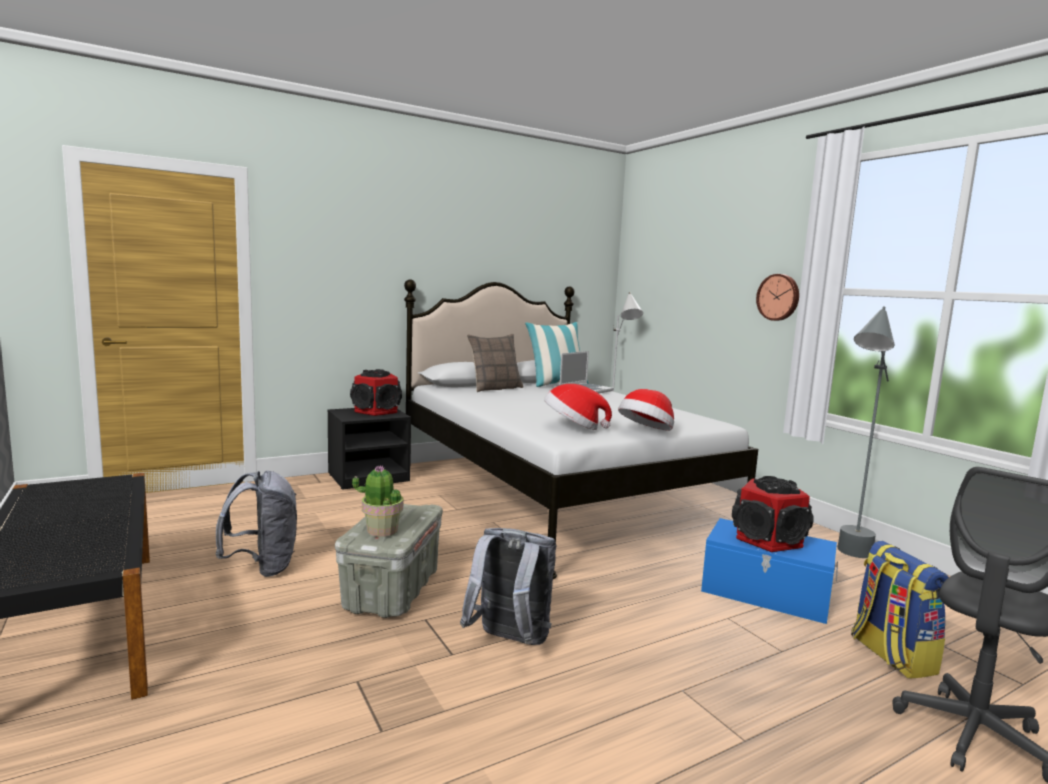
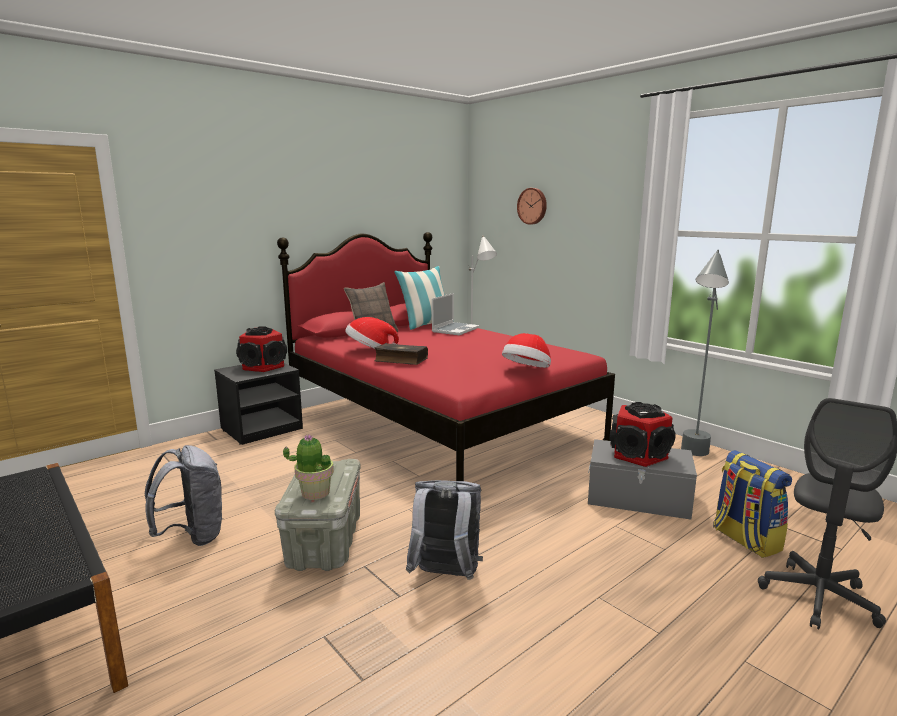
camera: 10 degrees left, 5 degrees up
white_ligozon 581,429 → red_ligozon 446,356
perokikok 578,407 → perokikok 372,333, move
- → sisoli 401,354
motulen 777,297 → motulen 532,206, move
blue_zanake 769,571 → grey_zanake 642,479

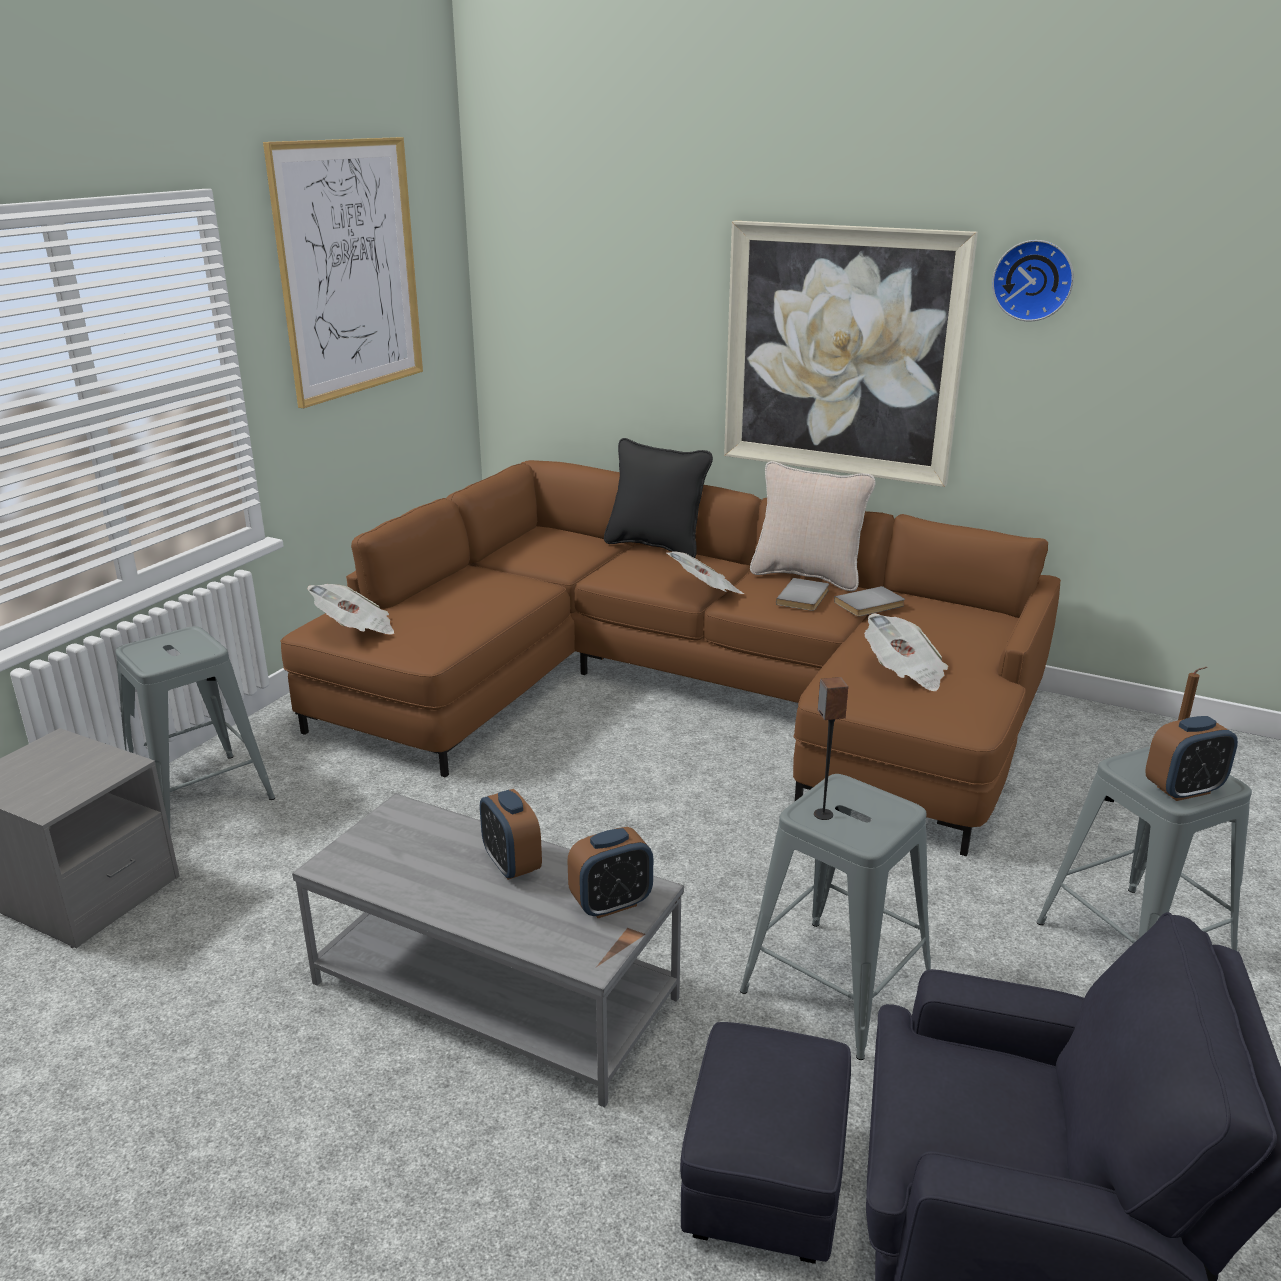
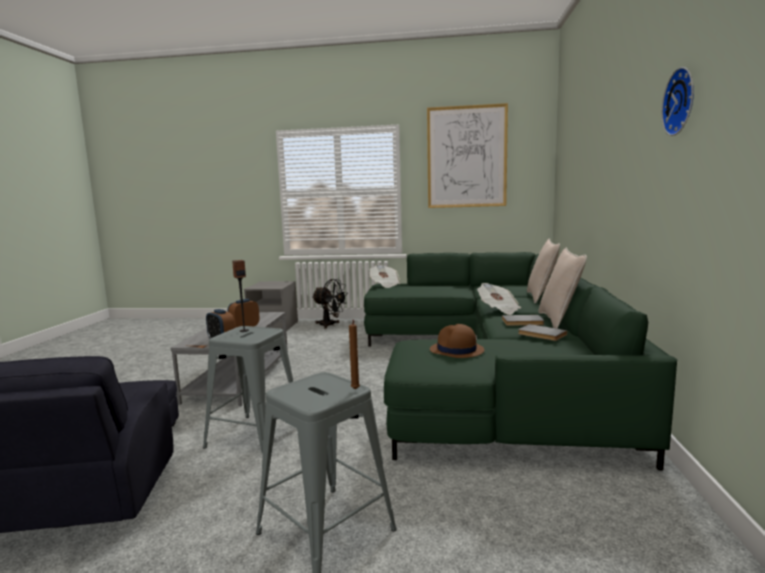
camera: 70 degrees right, 15 degrees down
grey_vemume 195,727 → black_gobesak 330,303
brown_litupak 670,658 → green_litupak 521,361
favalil 906,652 → brown_perokikok 457,341
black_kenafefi 658,498 → beige_kenafefi 543,271
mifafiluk 851,354 → -
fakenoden 1191,758 → -

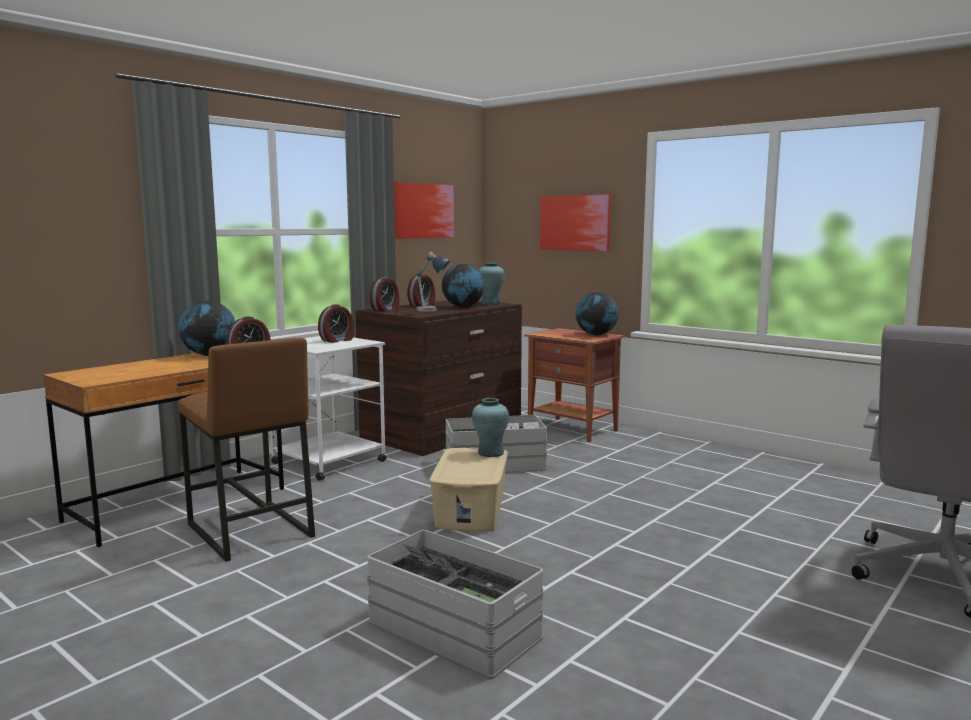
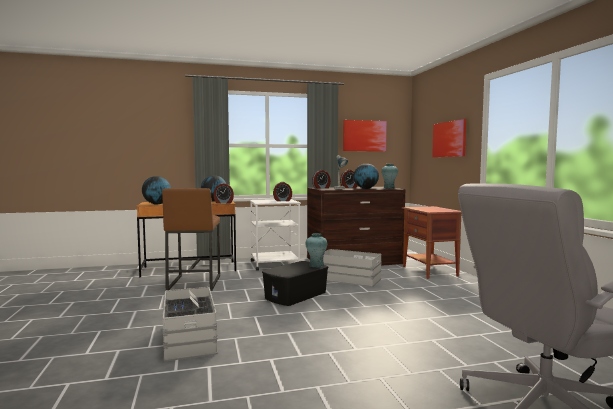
camera: 35 degrees right, 5 degrees down
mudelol 597,314 → mudelol 156,190, move
beige_zanake 468,489 → black_zanake 295,283

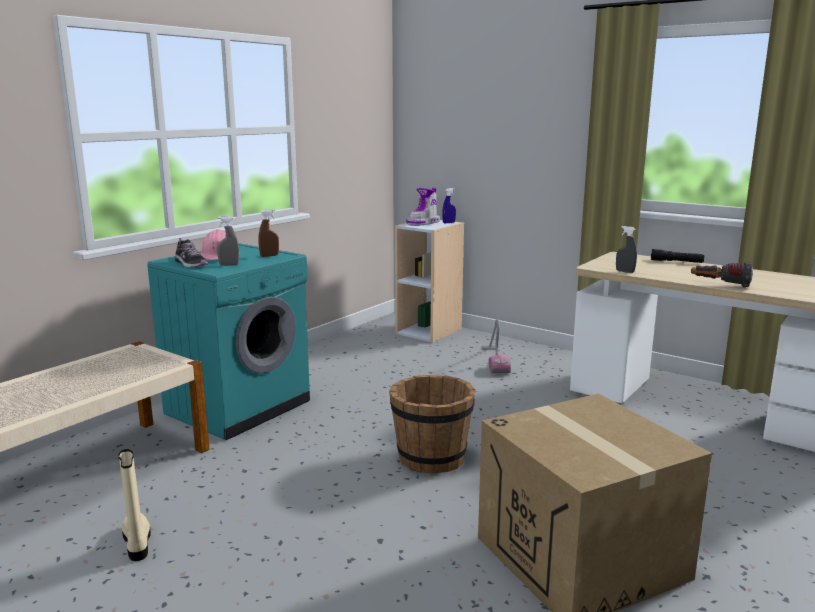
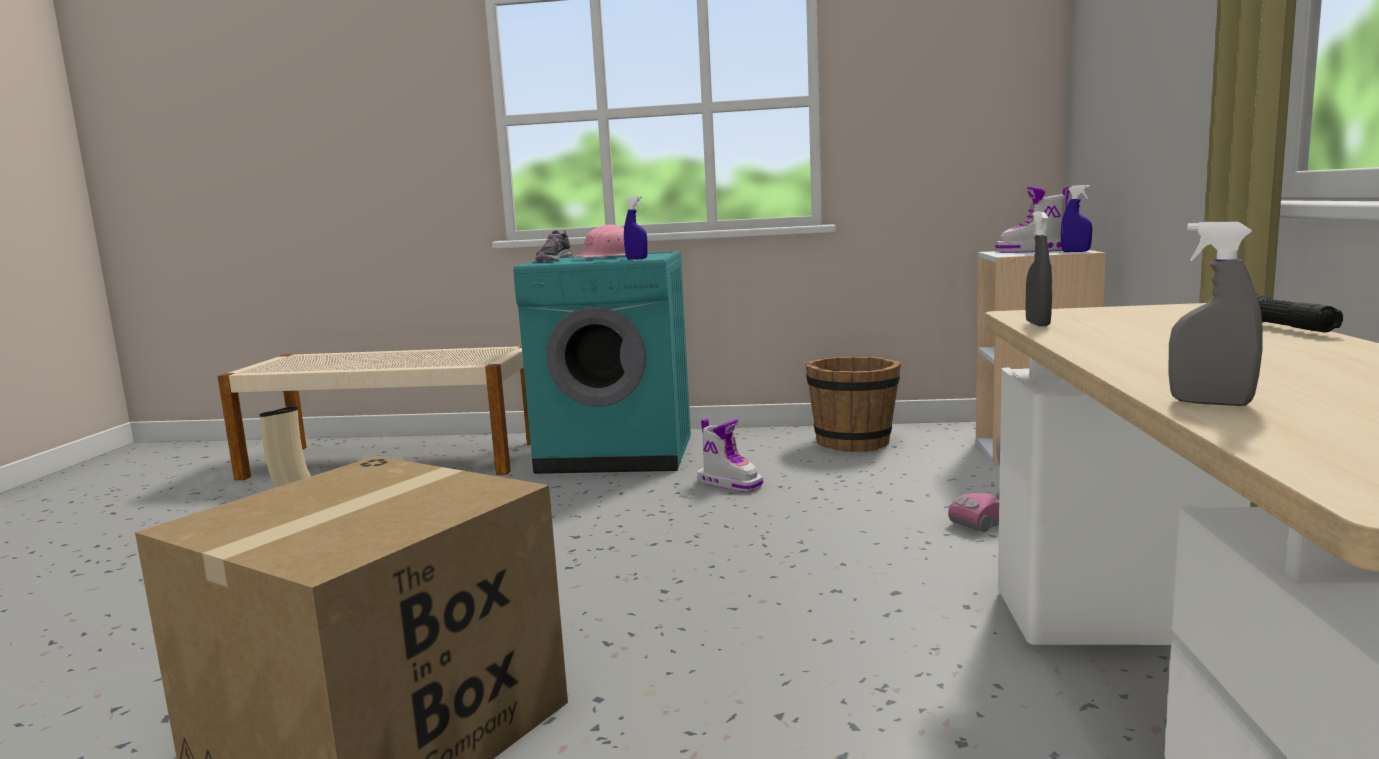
camera: 60 degrees right, 5 degrees down
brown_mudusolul 268,233 → blue_mudusolul 636,227
- → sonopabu 730,455
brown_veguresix 432,424 → brown_veguresix 853,404, move
grey_mudusolul 228,241 → grey_mudusolul 1215,314, move
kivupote 722,275 → -

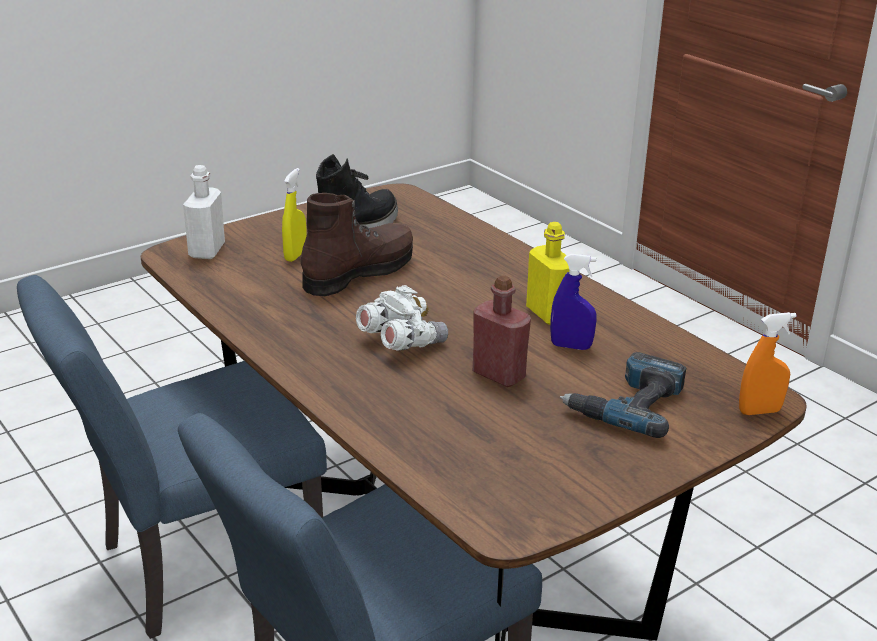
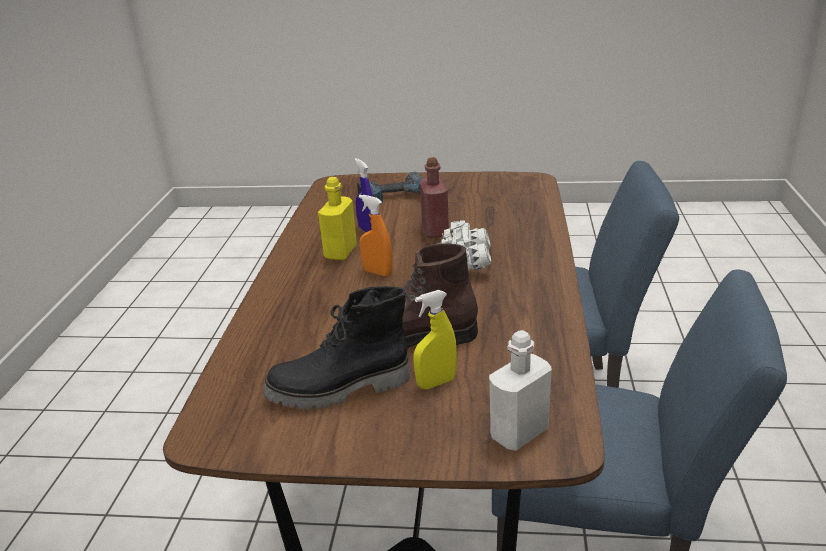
camera: 135 degrees left, 0 degrees up
orange_mudusolul 768,363 → orange_mudusolul 376,235, move

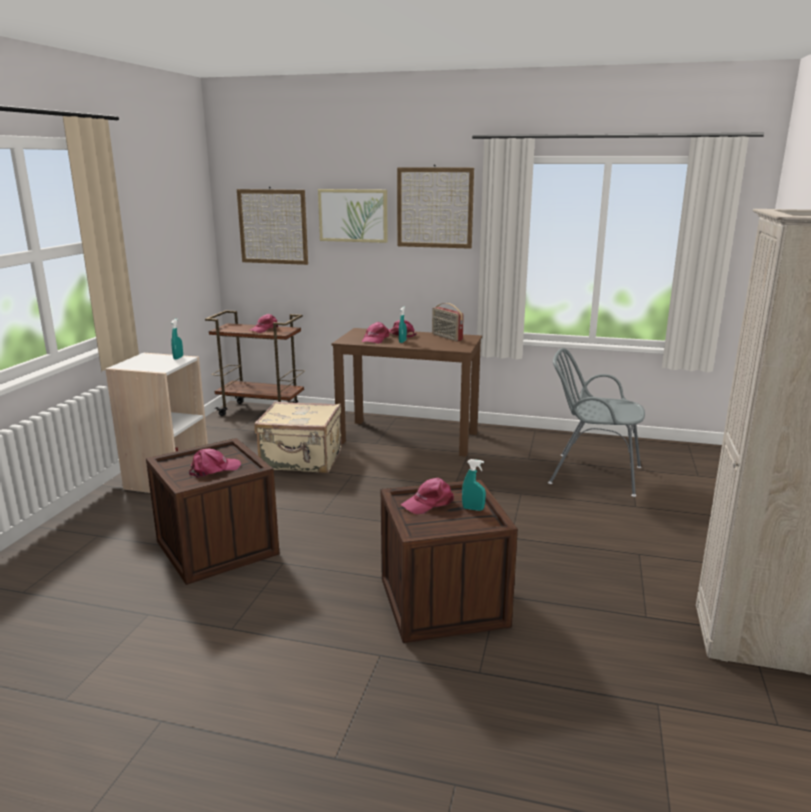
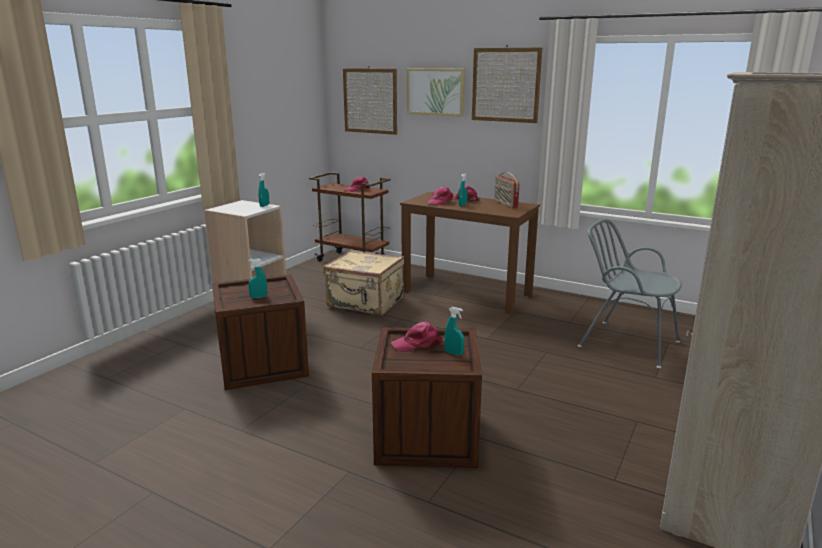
camera: 15 degrees right, 0 degrees up
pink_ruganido 215,463 → turquoise_mudusolul 258,278

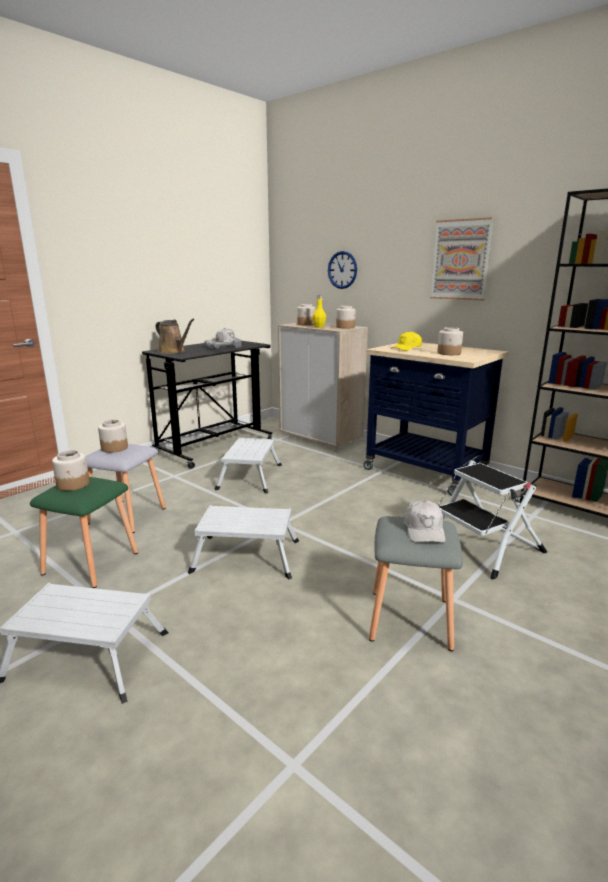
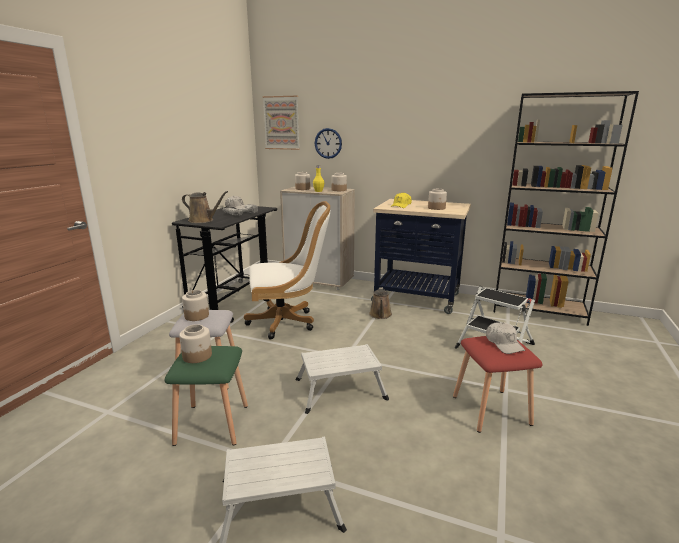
camera: 20 degrees left, 0 degrees up
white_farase 248,466 → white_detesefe 287,270
mifafiluk 462,259 → mifafiluk 281,123, move
- → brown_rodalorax 380,303
grey_vemume 416,583 → red_vemume 498,384

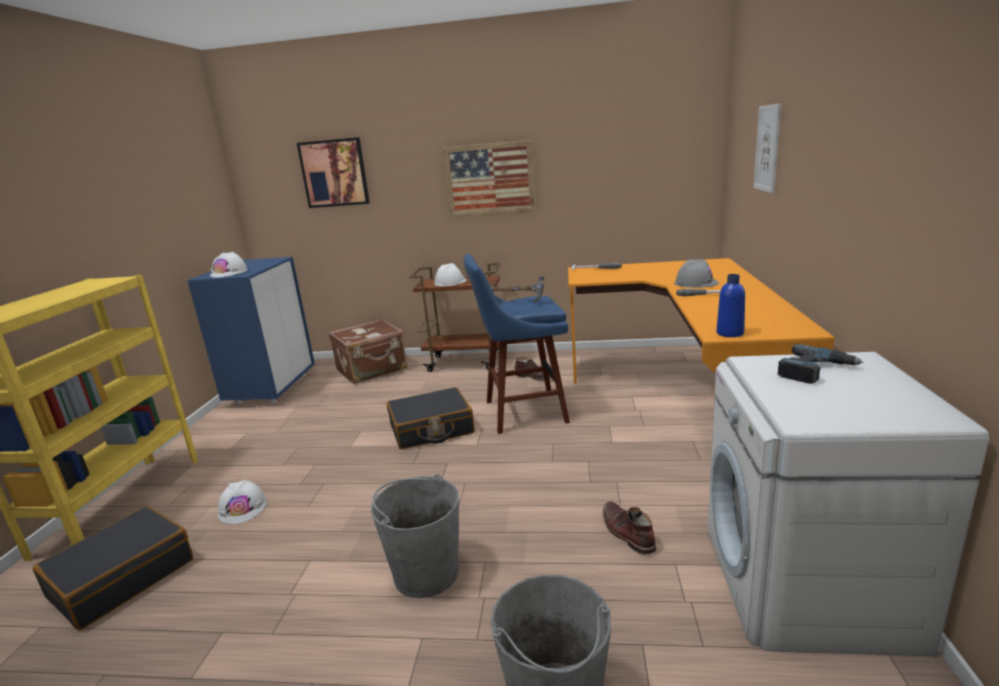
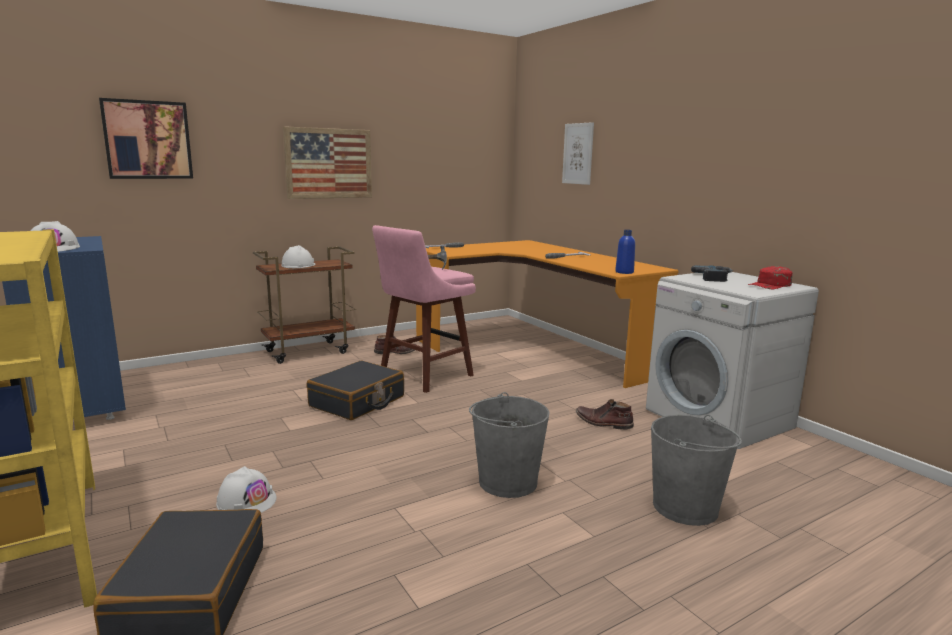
camera: 40 degrees left, 5 degrees down
blue_vemume 517,344 → pink_vemume 424,309
- → red_ruganido 770,277
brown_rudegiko 367,351 → -
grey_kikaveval 696,273 → -

